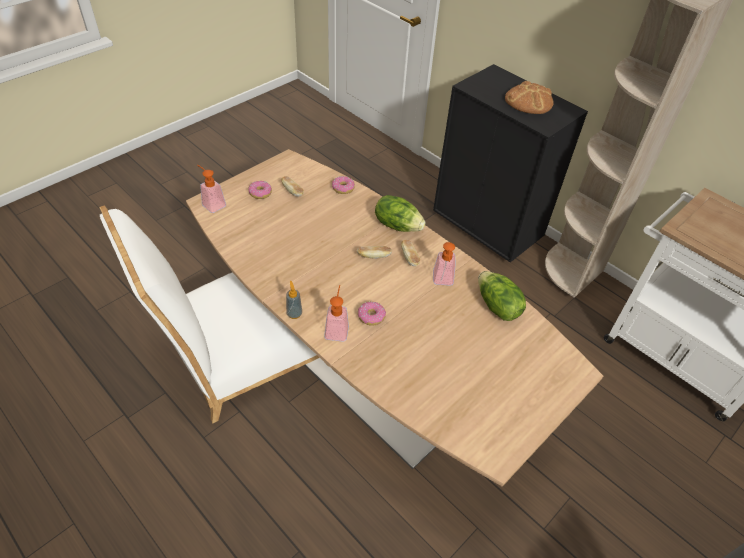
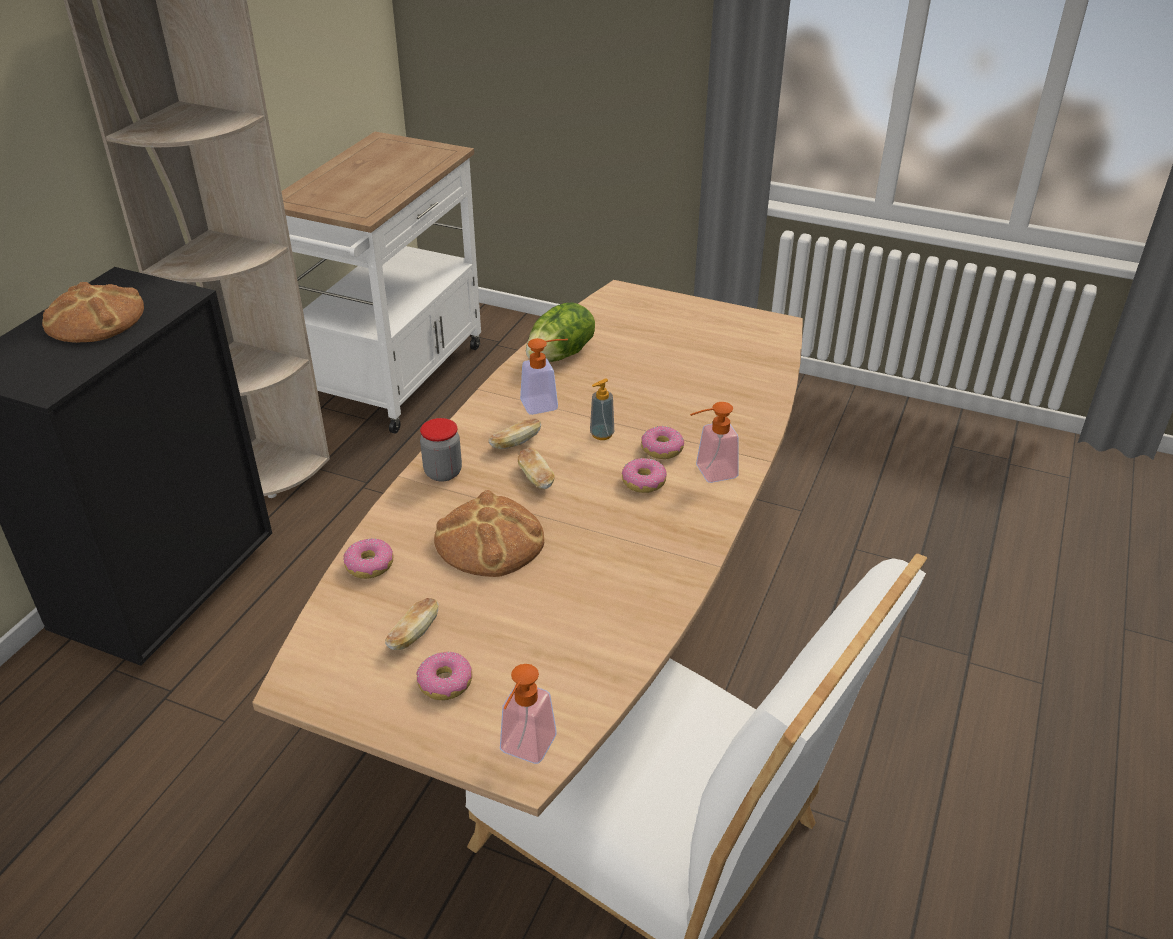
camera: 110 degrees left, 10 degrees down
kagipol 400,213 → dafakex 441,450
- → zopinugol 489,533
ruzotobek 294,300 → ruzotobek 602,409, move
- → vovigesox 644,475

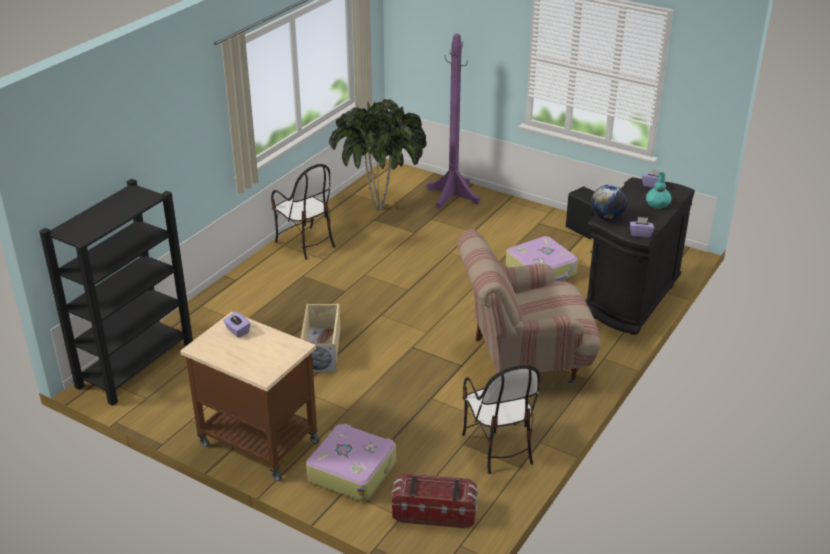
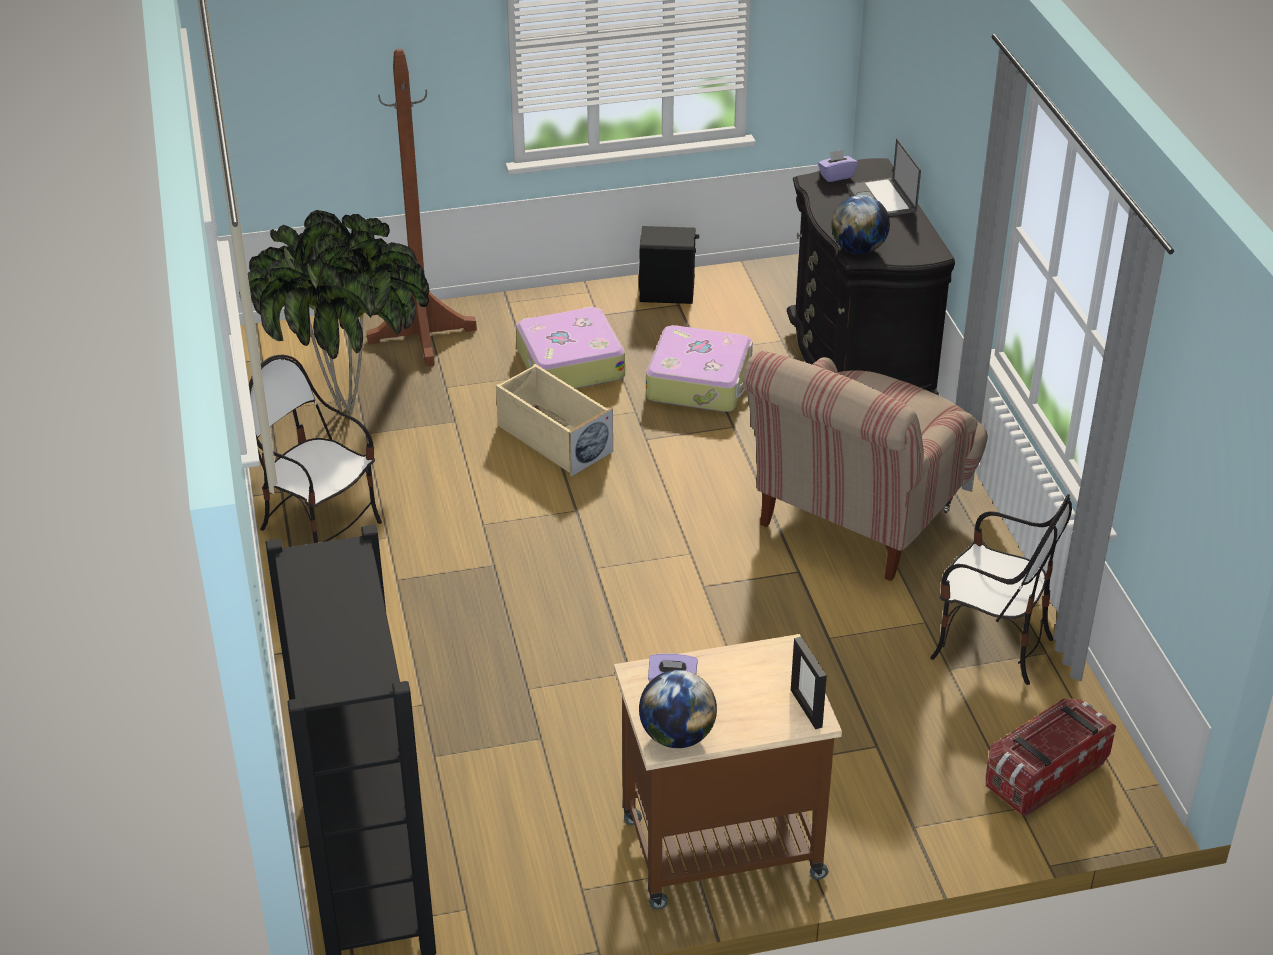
camera: 45 degrees left, 5 degrees up
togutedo 303,212 → togutedo 315,449, 150 degrees counterclockwise
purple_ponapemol 453,121 → brown_ponapemol 422,208
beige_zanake 320,337 → beige_zanake 554,420, move
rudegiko 351,463 → rudegiko 570,347, move
- → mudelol 678,709
- → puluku 809,683
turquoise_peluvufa 659,190 → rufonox 883,177
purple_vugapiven 642,227 → -

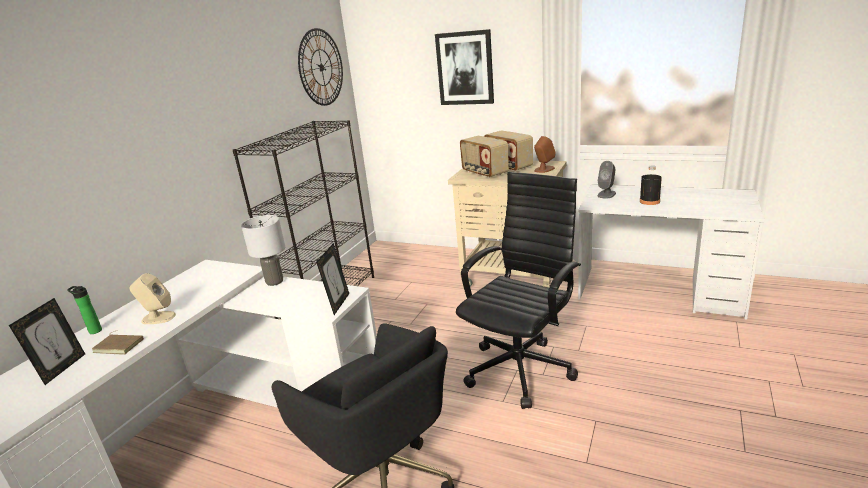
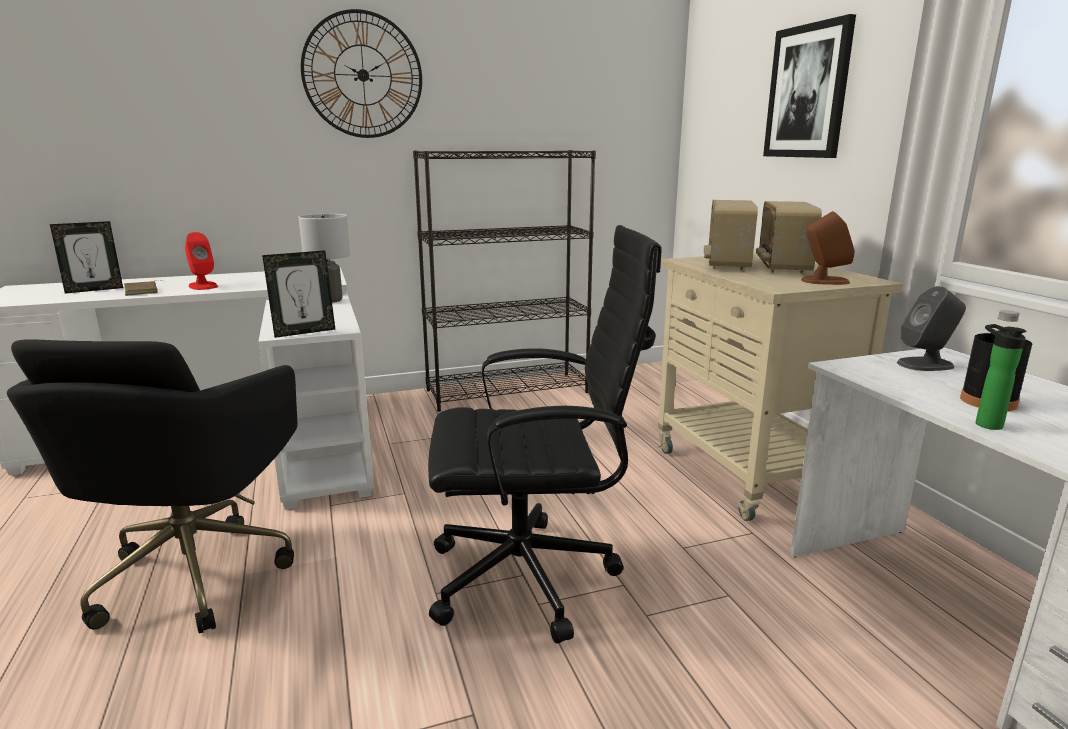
camera: 45 degrees right, 5 degrees down
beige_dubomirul 152,298 → red_dubomirul 201,261
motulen 320,67 → motulen 361,73, move
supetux 84,310 → supetux 1001,377, move

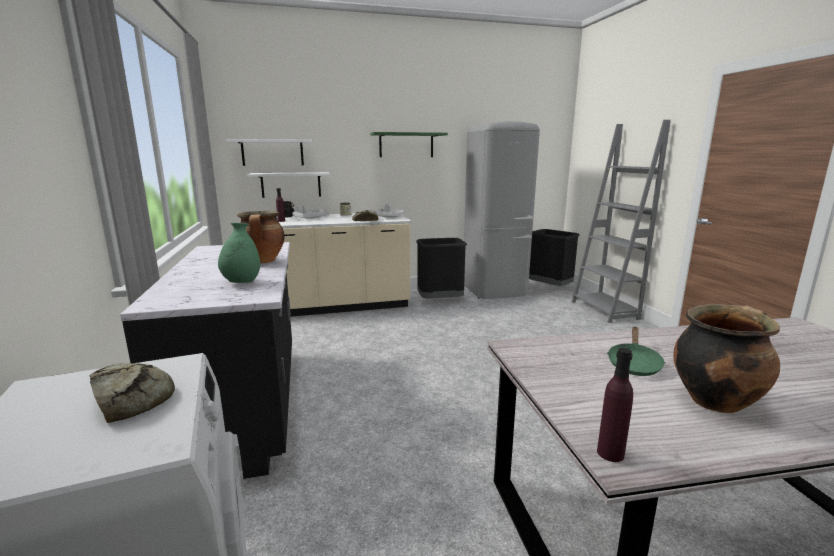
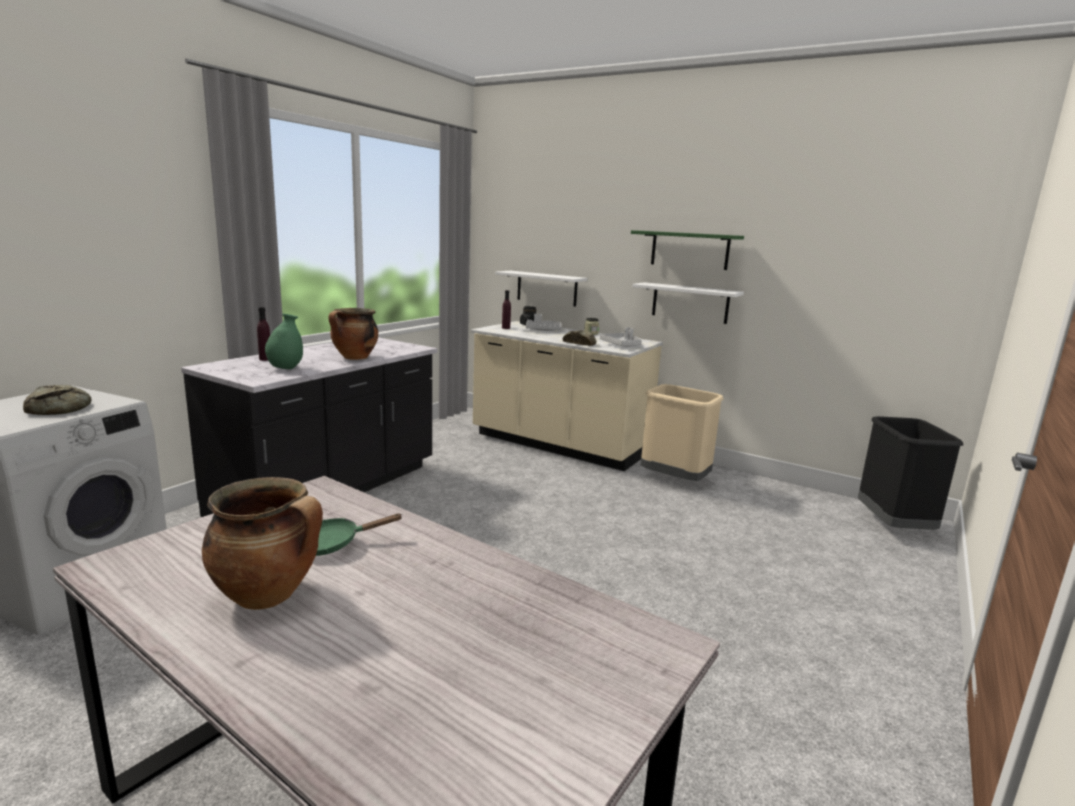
camera: 45 degrees right, 0 degrees up
purple_supetux 615,405 → purple_supetux 263,334, move
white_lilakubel 269,152 → white_lilakubel 688,303, move
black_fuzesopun 441,268 → beige_fuzesopun 682,432
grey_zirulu 502,210 → -
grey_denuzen 621,221 → -

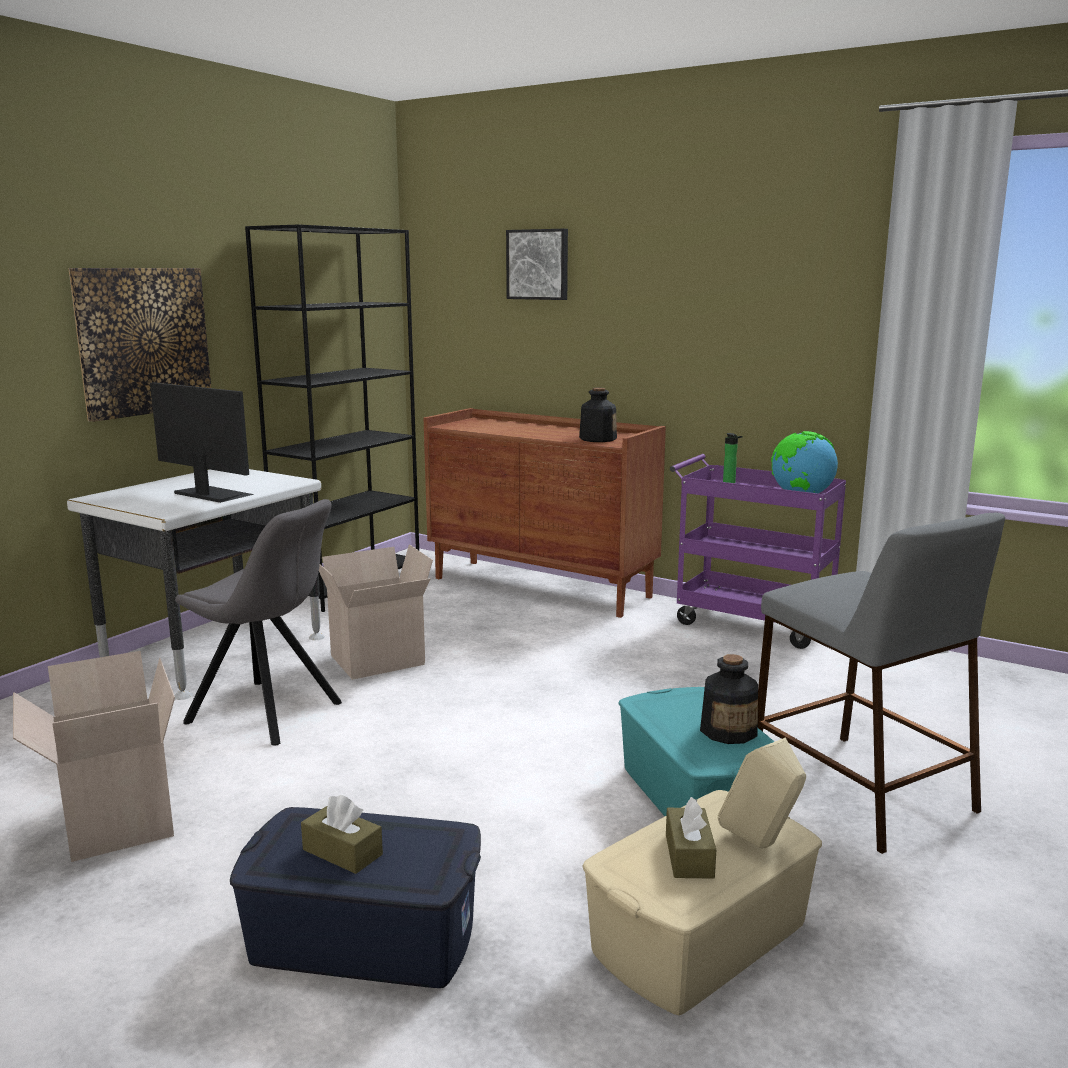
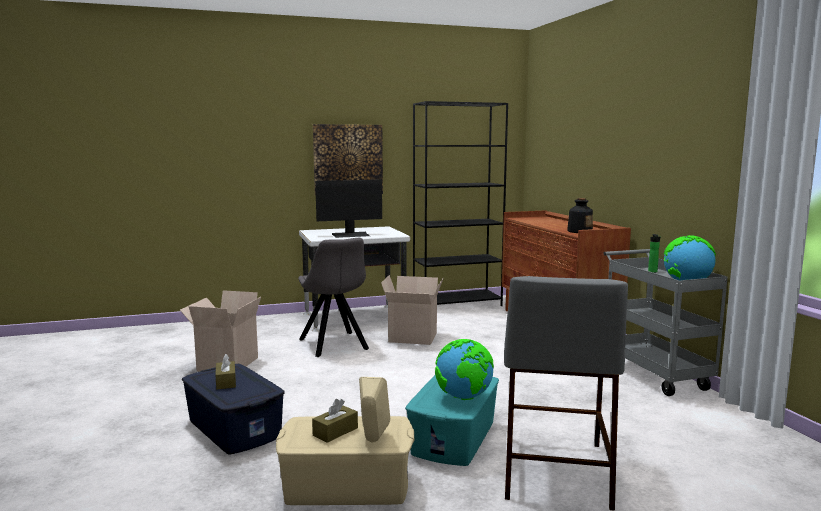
camera: 40 degrees right, 5 degrees down
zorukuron 202,442 → zorukuron 348,209, 90 degrees clockwise
supetux 729,699 → mudelol 464,369
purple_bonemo 758,551 → grey_bonemo 665,322
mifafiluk 537,264 → -

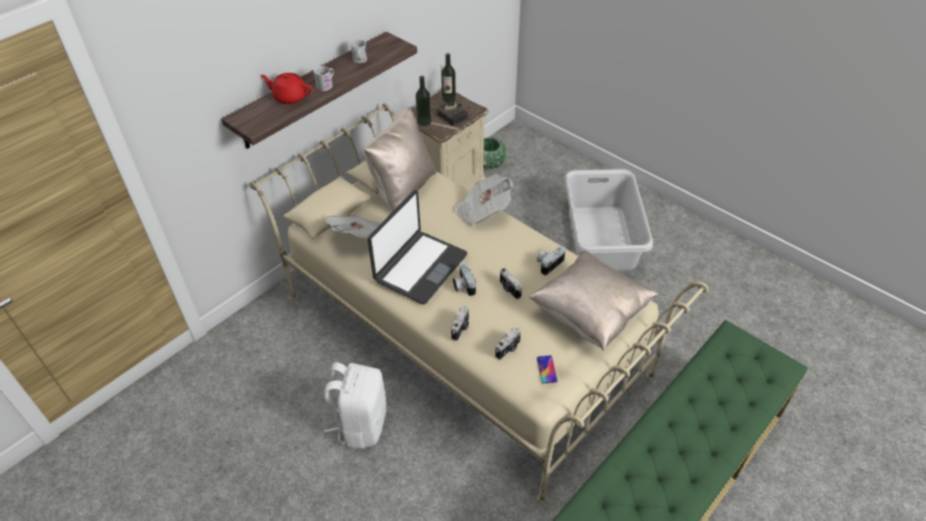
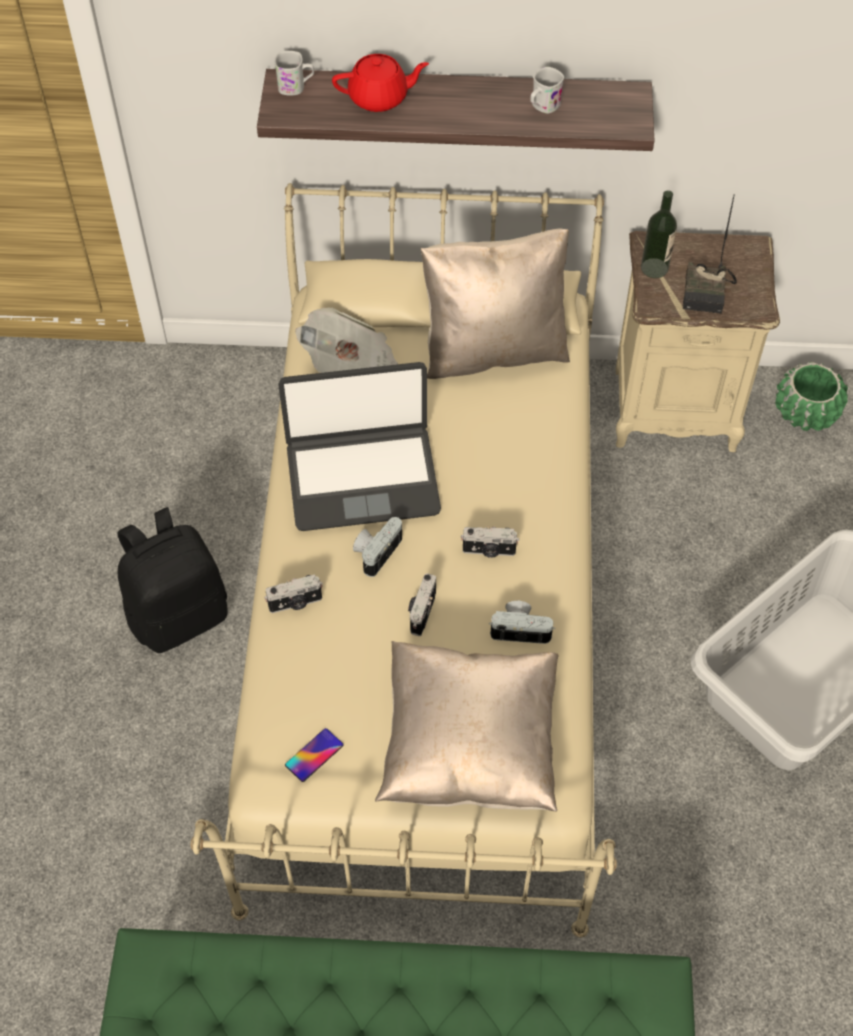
camera: 50 degrees right, 10 degrees up
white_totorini 355,405 → black_totorini 172,580
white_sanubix 323,78 → white_sanubix 294,73, move
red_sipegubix 286,88 → red_sipegubix 380,83, 105 degrees clockwise
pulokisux 508,343 → pulokisux 490,542, move
supetux 448,78 → -
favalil 483,200 → -

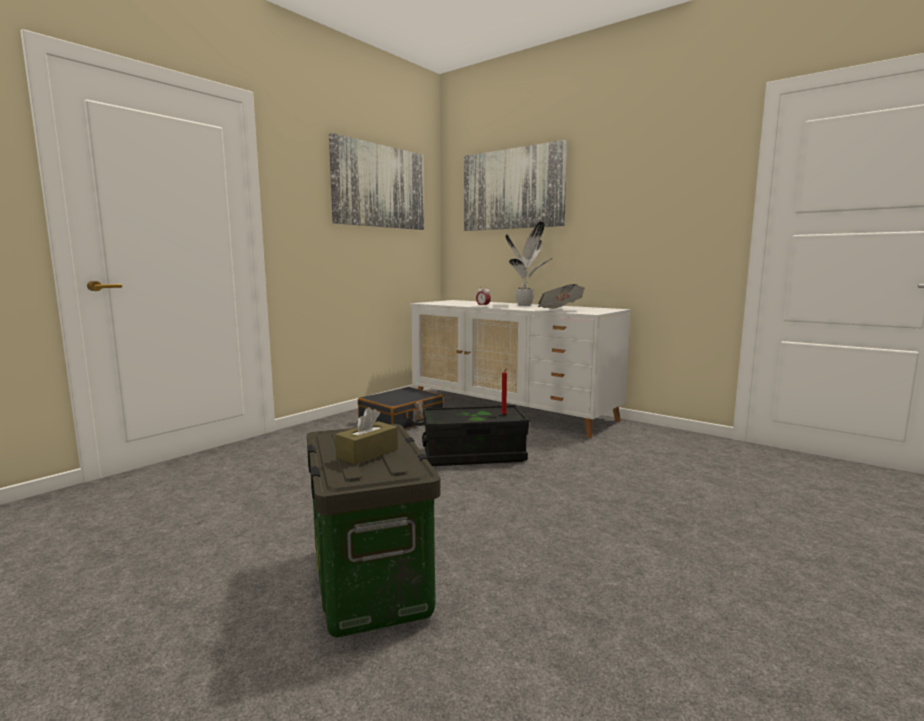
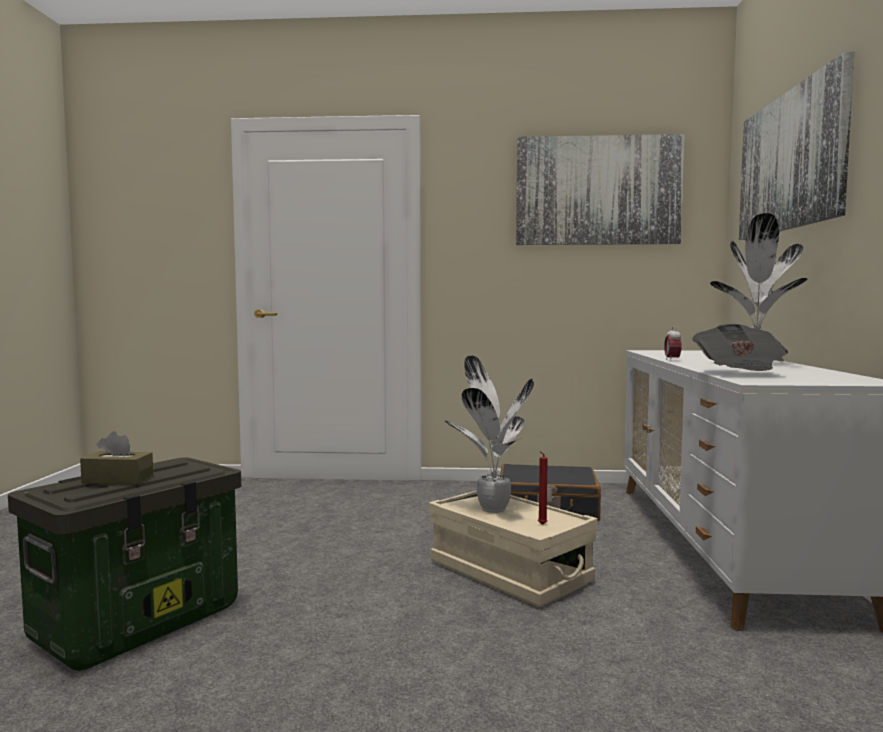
camera: 55 degrees right, 5 degrees down
black_zanake 475,435 → beige_zanake 513,548
- → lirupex 489,434

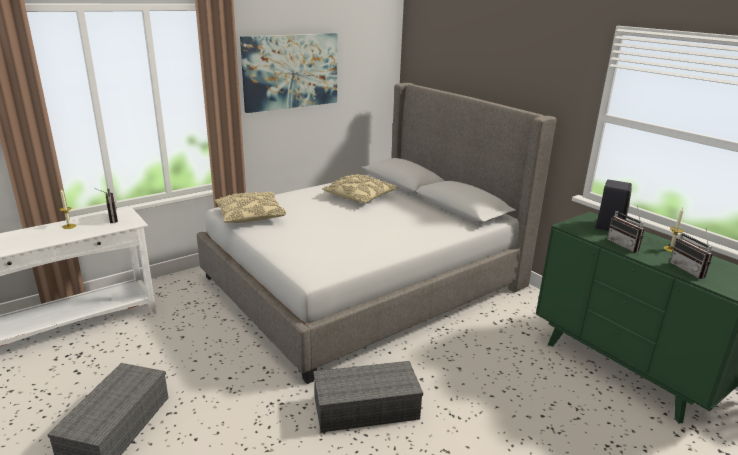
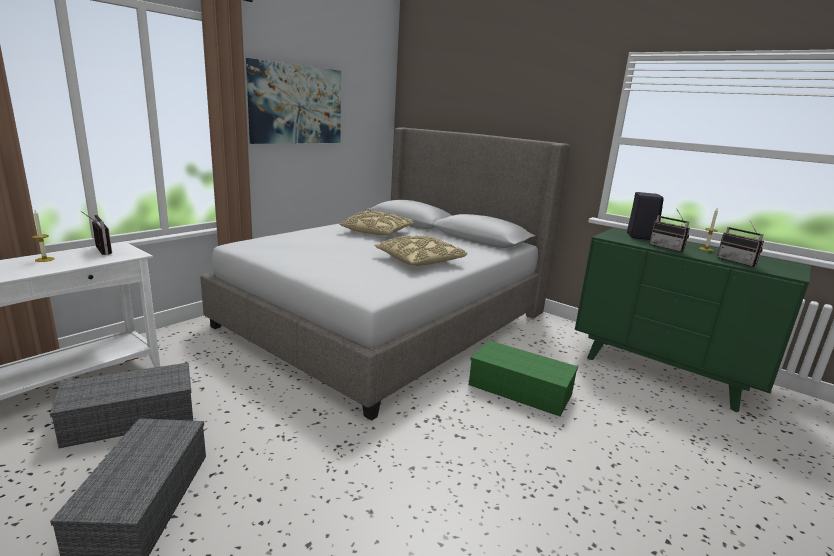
camera: 15 degrees left, 5 degrees down
grey_zanake 368,396 → grey_zanake 121,405, move
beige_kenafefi 250,207 → beige_kenafefi 421,250, move
- → green_zanake 523,378

